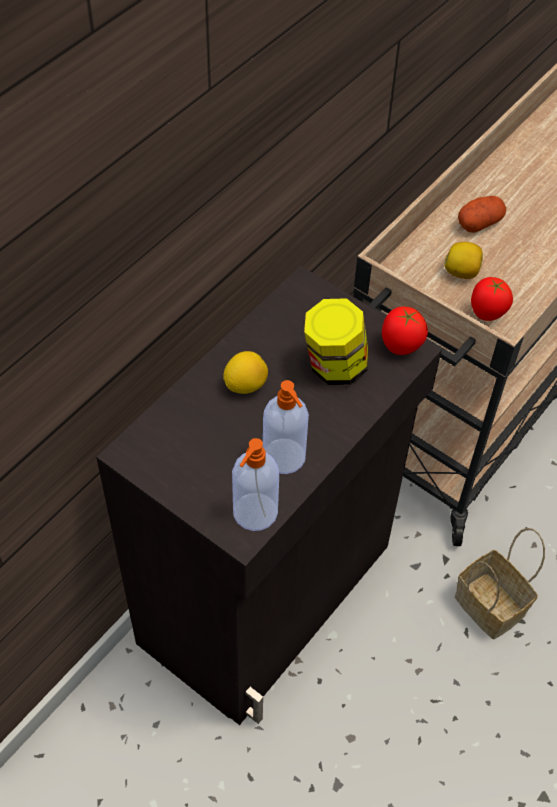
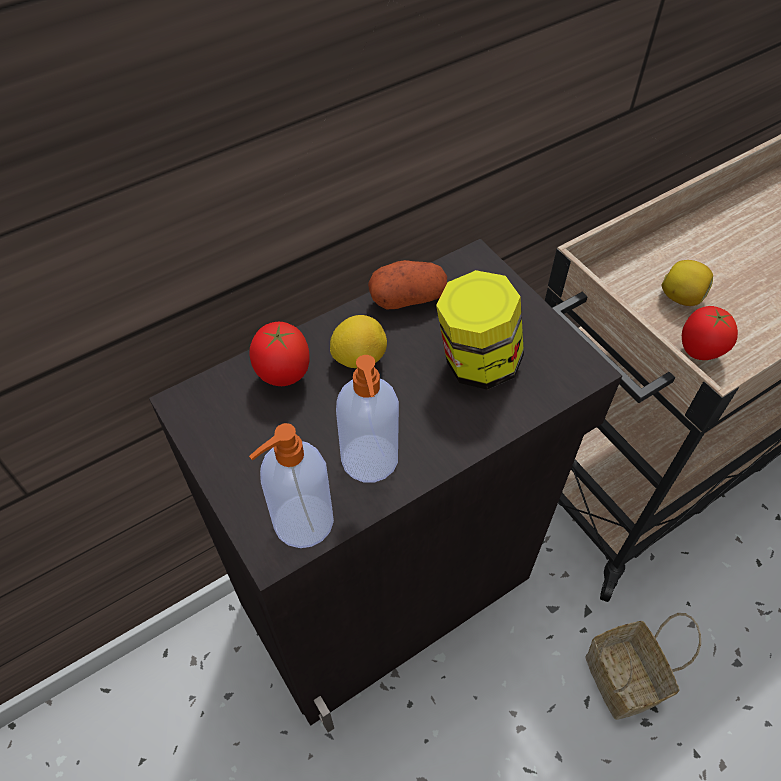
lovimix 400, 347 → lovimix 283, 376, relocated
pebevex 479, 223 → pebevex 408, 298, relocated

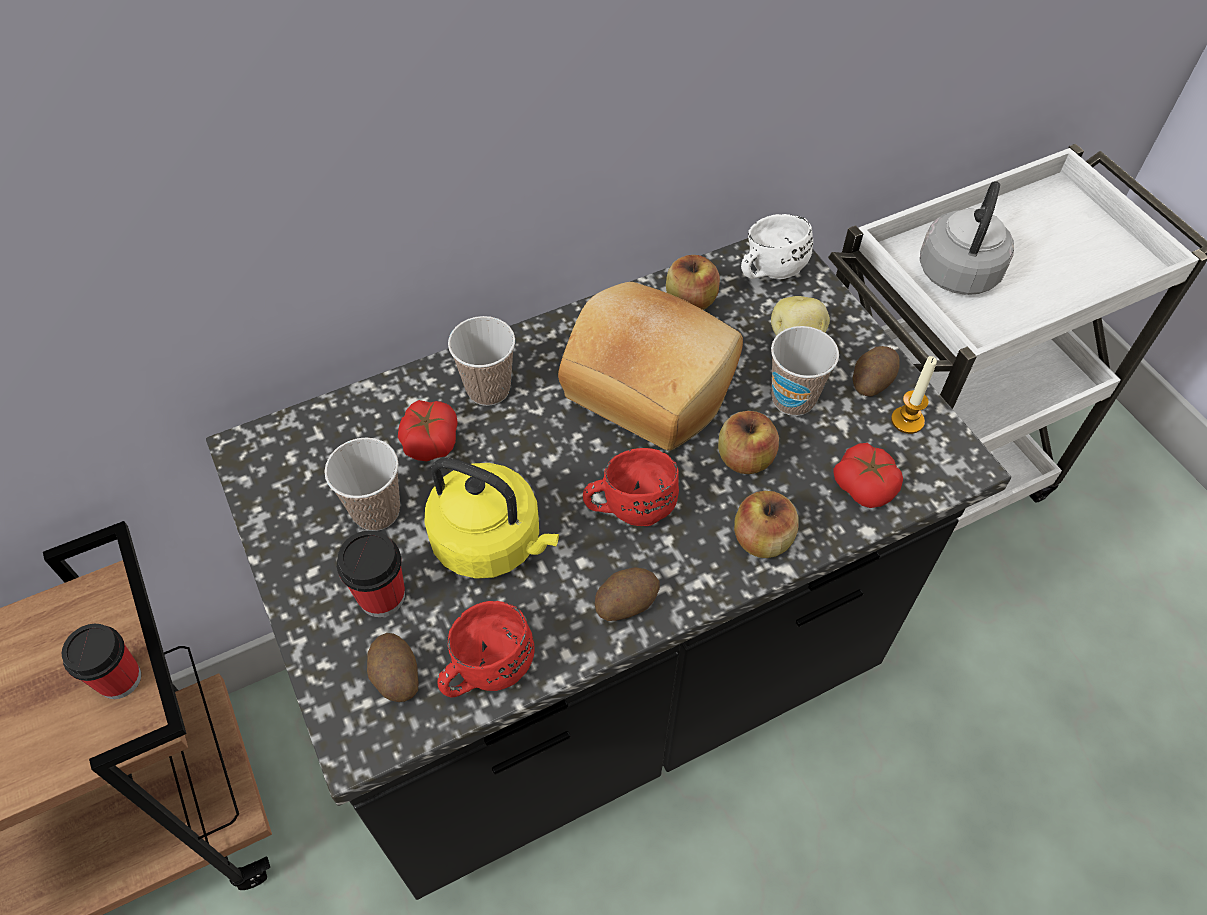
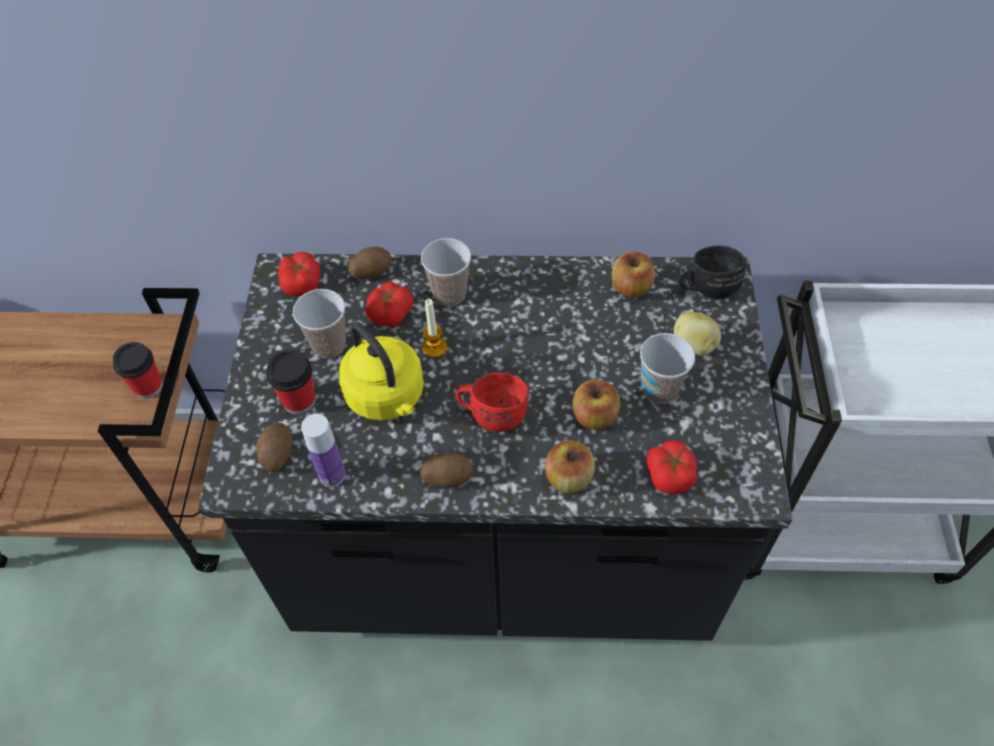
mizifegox 652, 382 → -
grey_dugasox 959, 269 → -
- → lovimix 302, 282
pebevex 871, 381 → pebevex 371, 271, relocated
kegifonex 907, 420 → kegifonex 434, 347, relocated
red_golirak 484, 668 → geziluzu 332, 475
white_golirak 767, 270 → black_golirak 705, 287

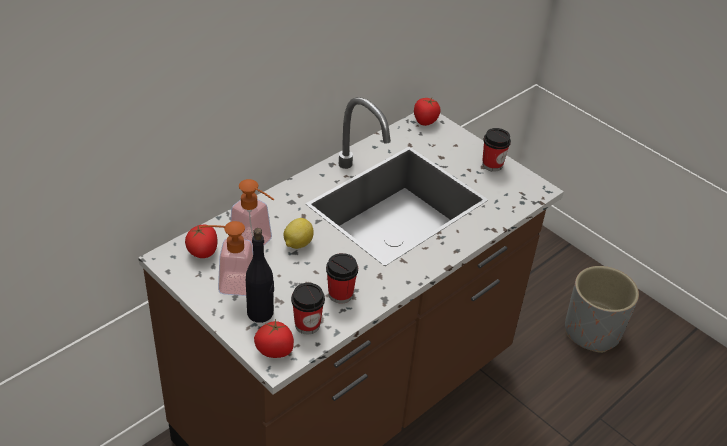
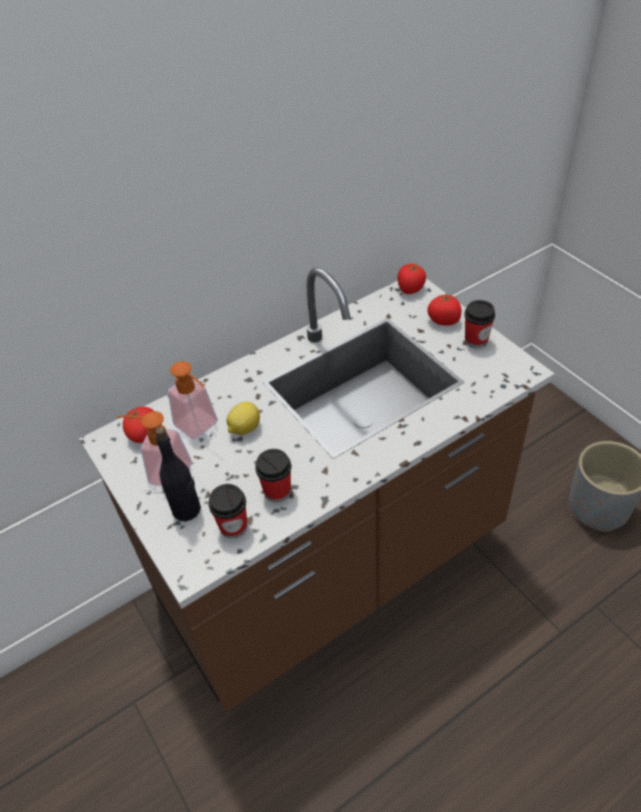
lovimix 275, 350 → lovimix 444, 320, relocated

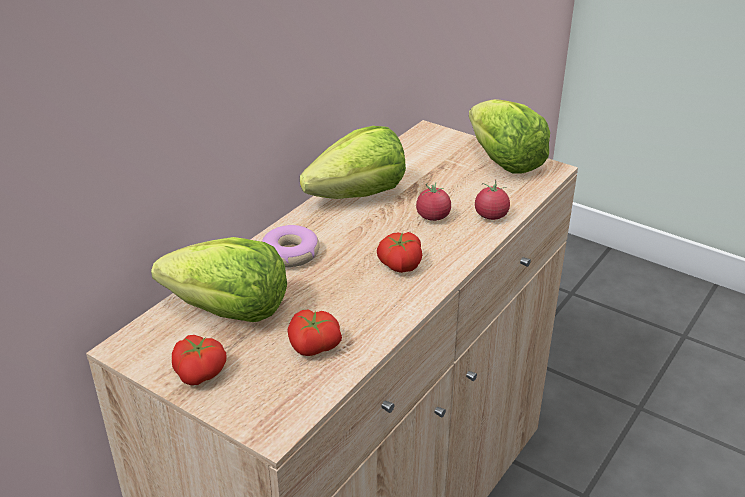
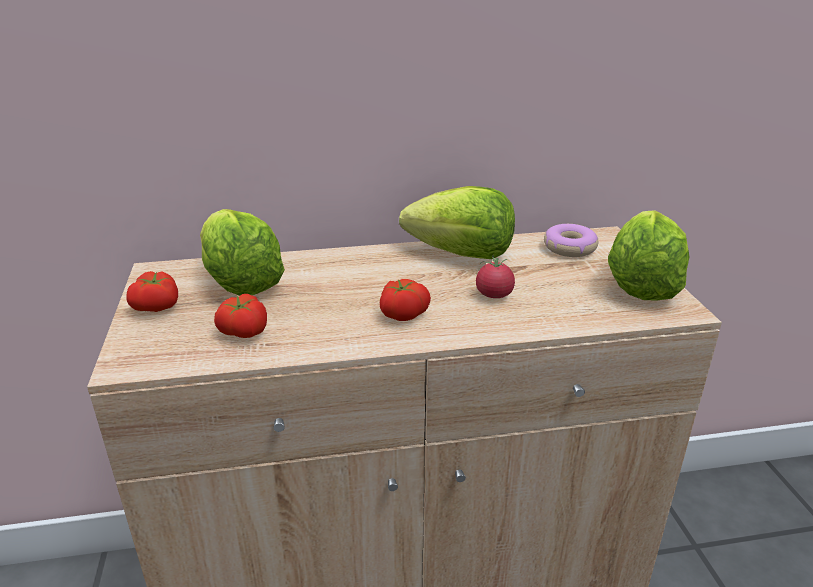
lovimix 491, 216 → -
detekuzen 290, 254 → detekuzen 569, 248, relocated

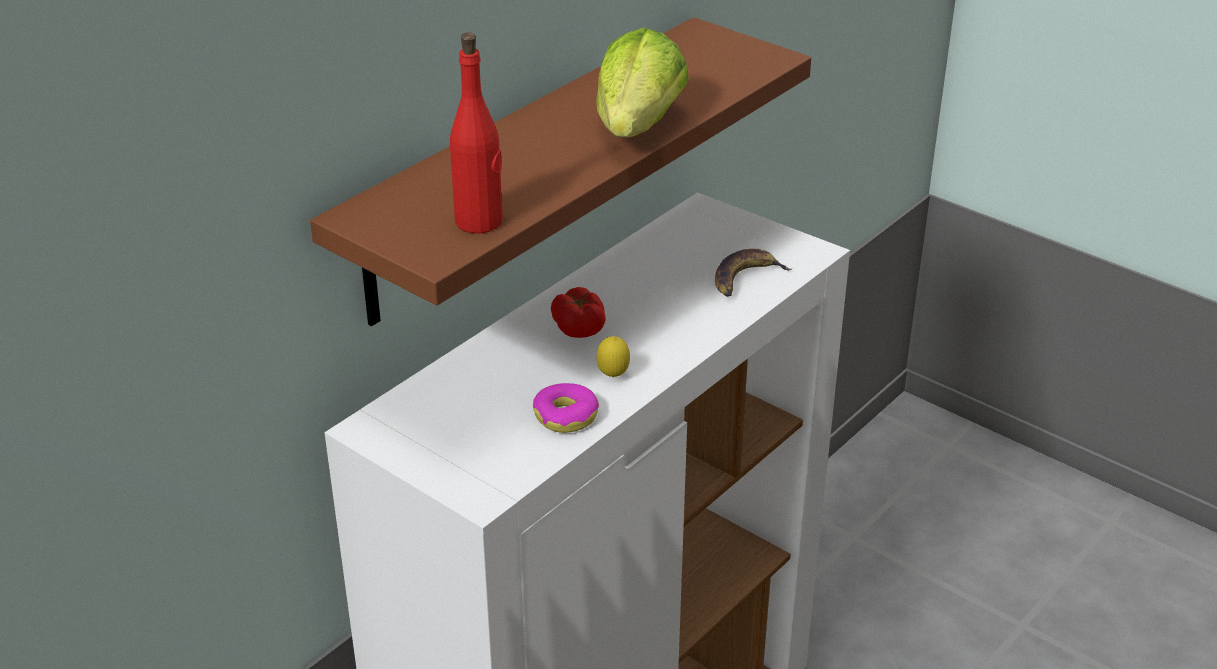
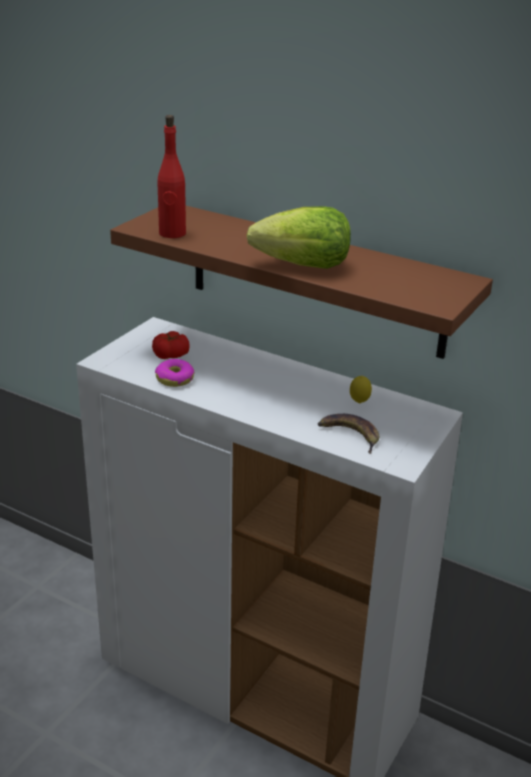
lovimix 579, 326 → lovimix 171, 355, relocated
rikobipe 613, 376 → rikobipe 359, 403, relocated

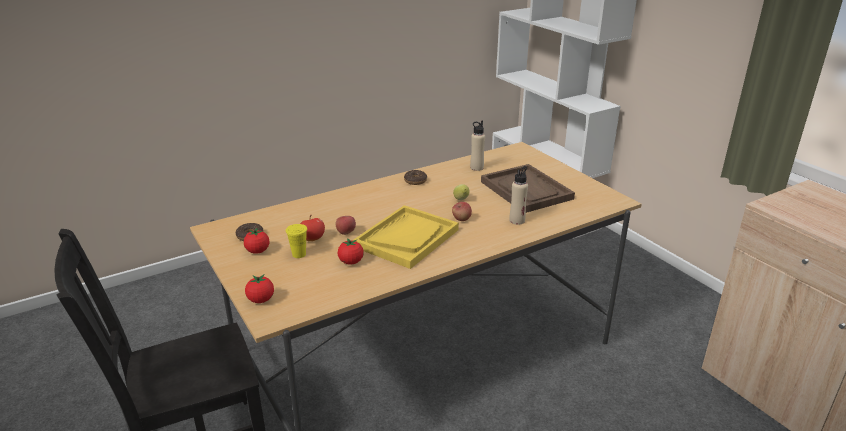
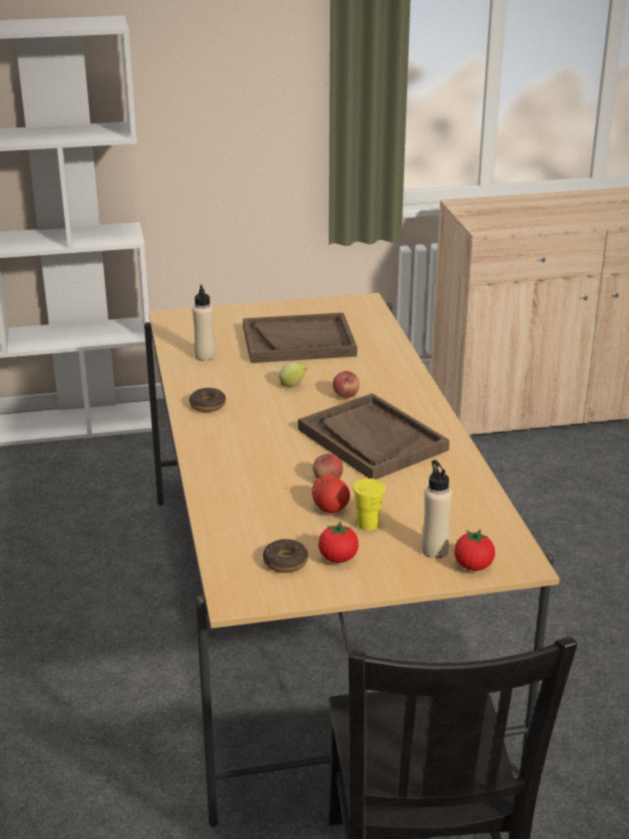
lovimix 351, 262 → -
beige_geziluzu 517, 220 → beige_geziluzu 434, 550, relocated
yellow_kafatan 407, 238 → brown_kafatan 371, 440

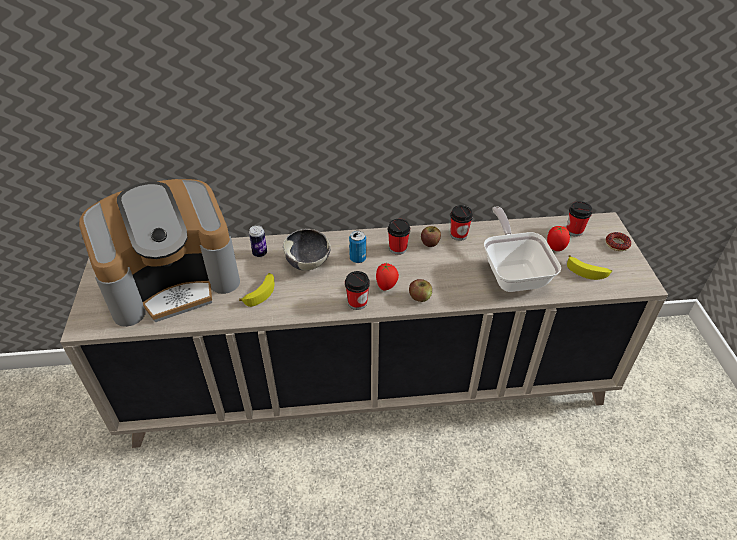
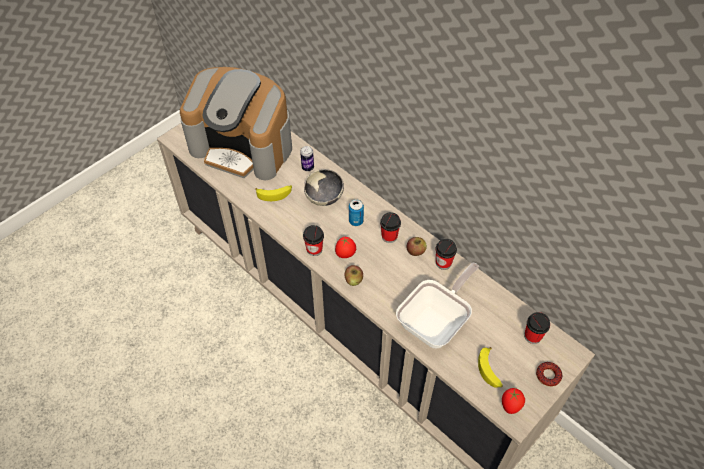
lovimix 555, 247 → lovimix 510, 406, relocated

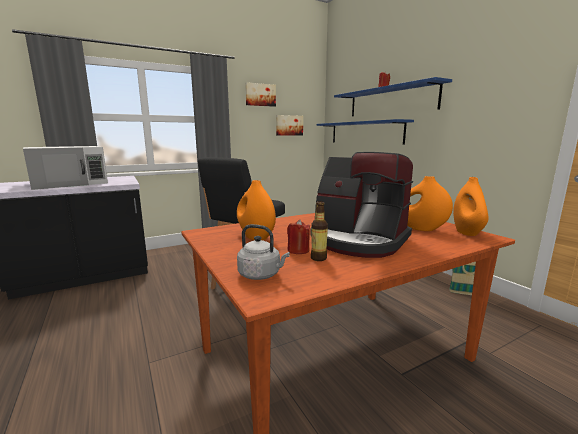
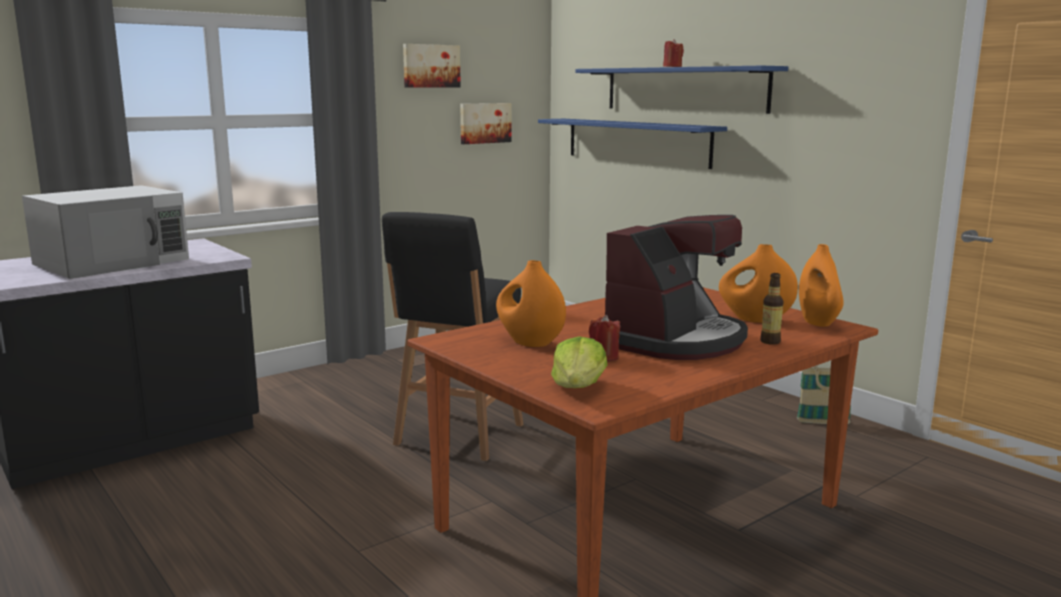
geziluzu 318, 258 → geziluzu 770, 342, relocated
grey_dugasox 261, 275 → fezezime 578, 387
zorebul 357, 241 → zorebul 675, 340, 75 degrees counterclockwise

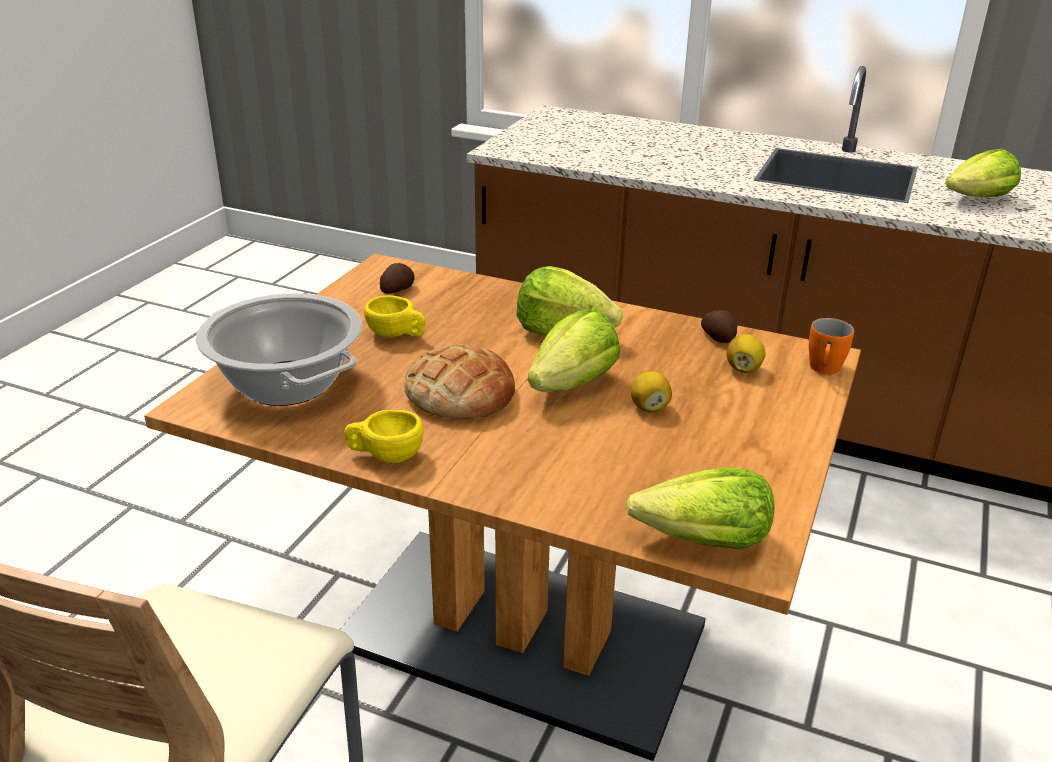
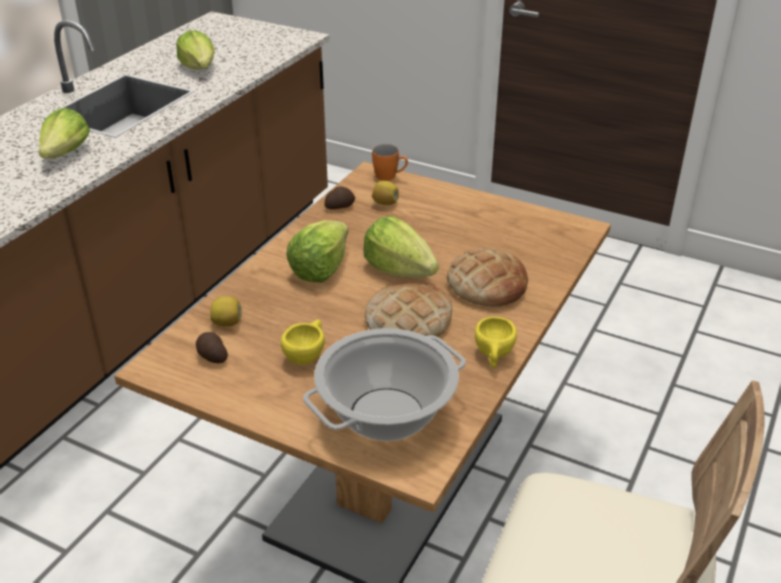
- → mizifegox 487, 285
fezezime 704, 541 → fezezime 66, 153, relocated
rikobipe 649, 407 → rikobipe 227, 323, relocated

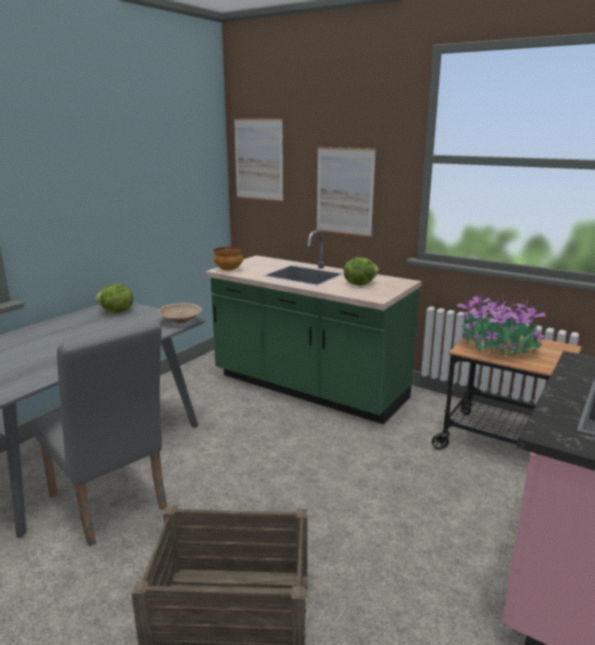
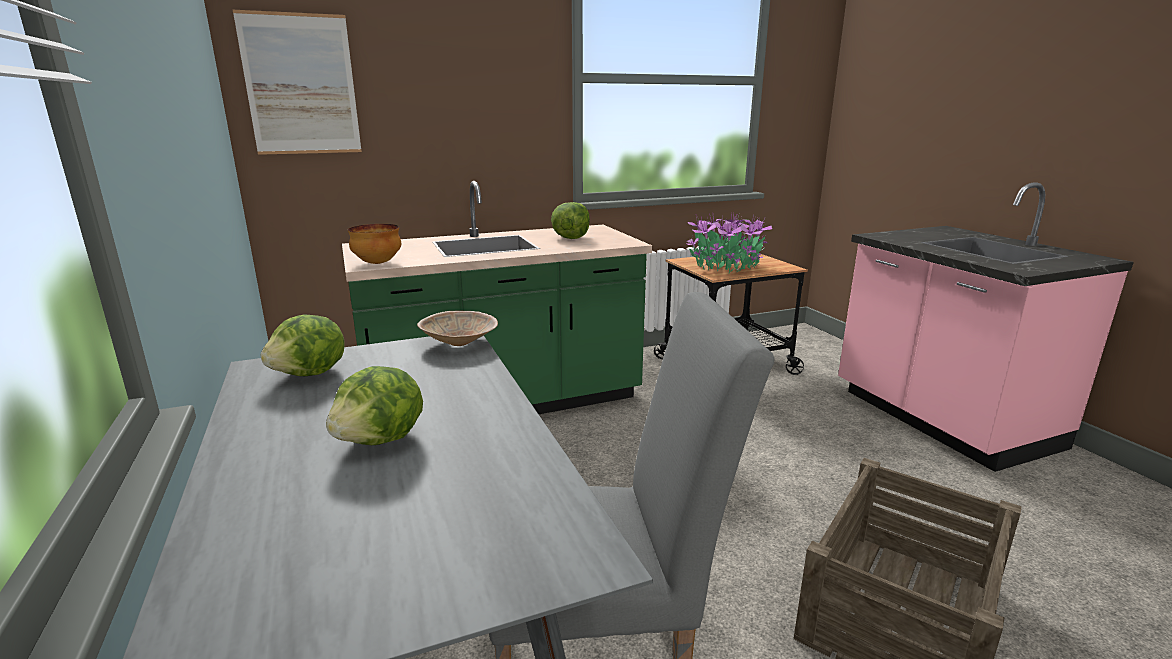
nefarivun 344, 191 → -
- → fezezime 382, 440

